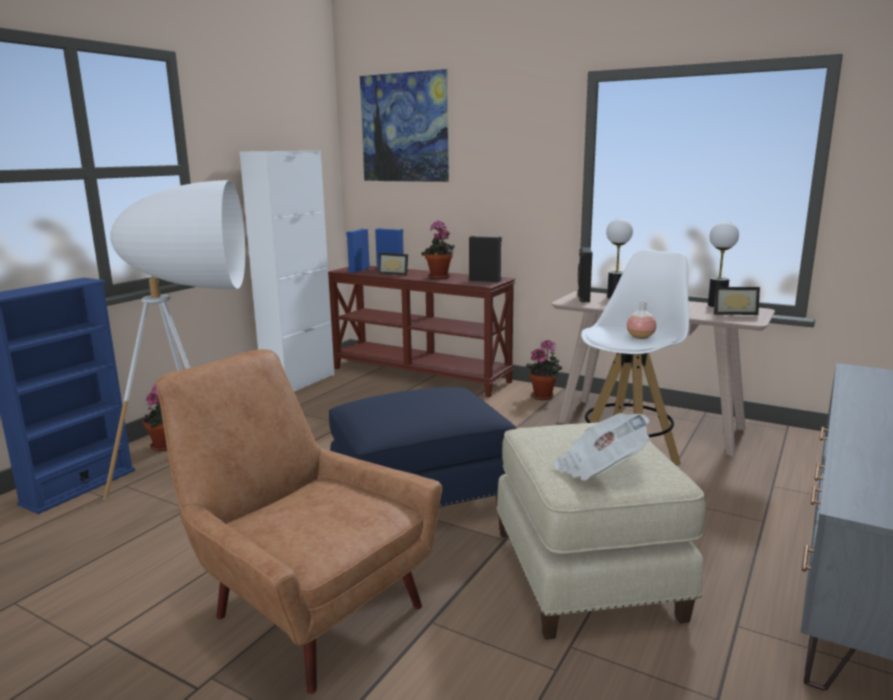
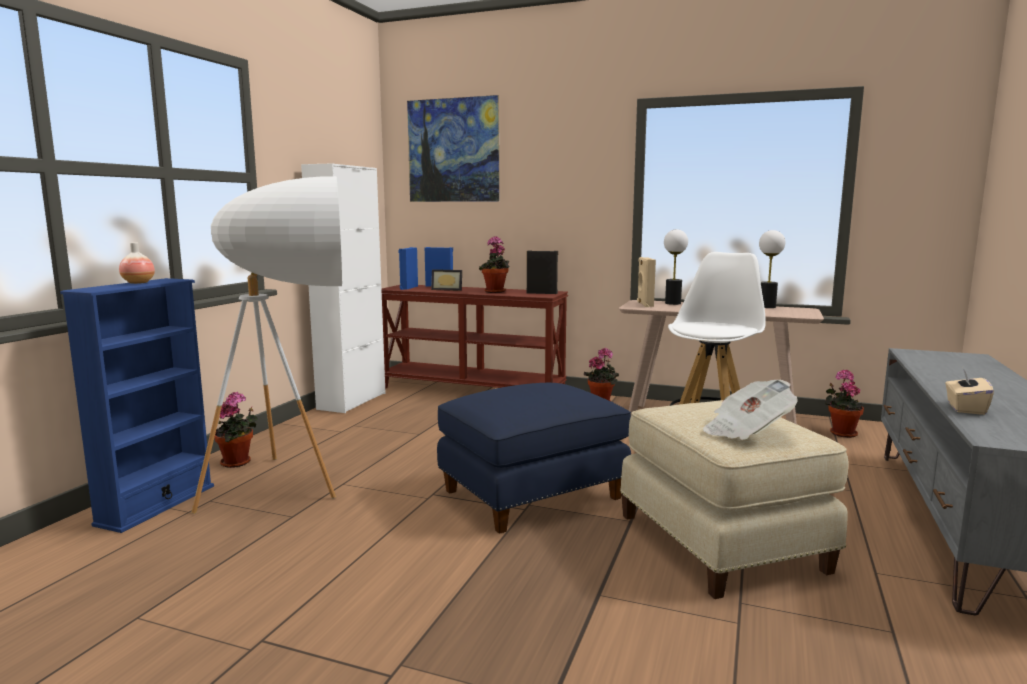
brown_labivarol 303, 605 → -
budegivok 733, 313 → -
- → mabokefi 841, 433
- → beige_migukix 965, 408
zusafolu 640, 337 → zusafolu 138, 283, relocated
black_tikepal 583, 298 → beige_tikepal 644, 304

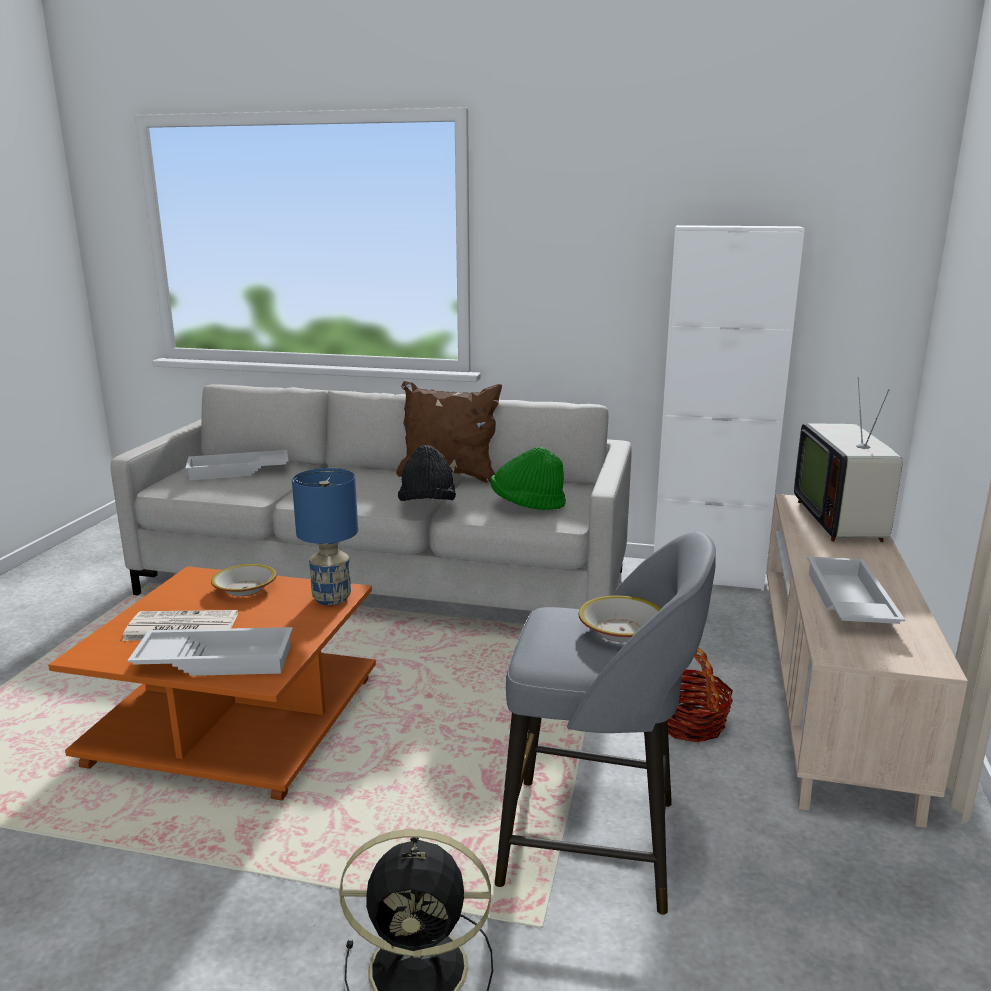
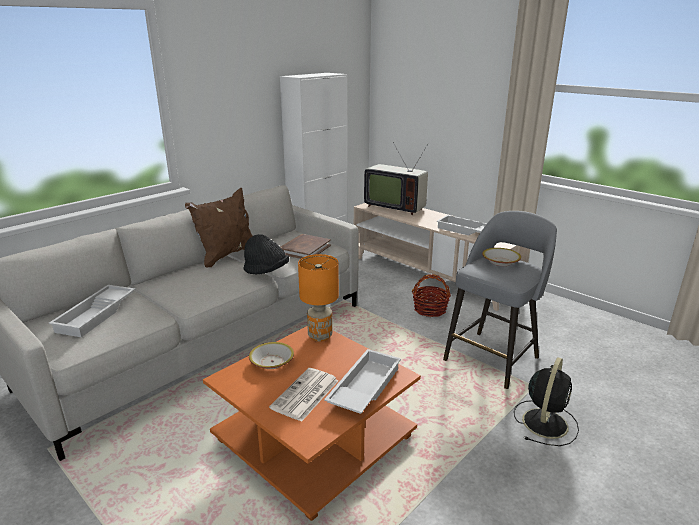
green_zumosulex 527, 505 → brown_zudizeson 304, 249
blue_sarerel 332, 599 → orange_sarerel 320, 336

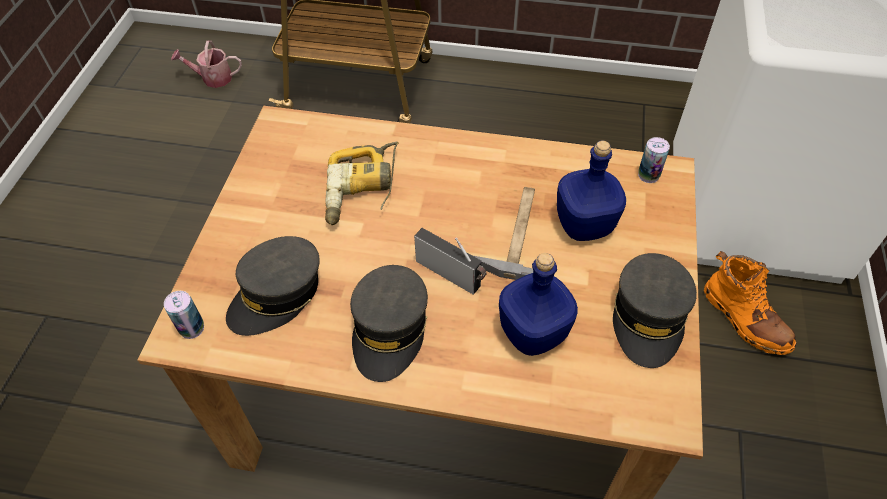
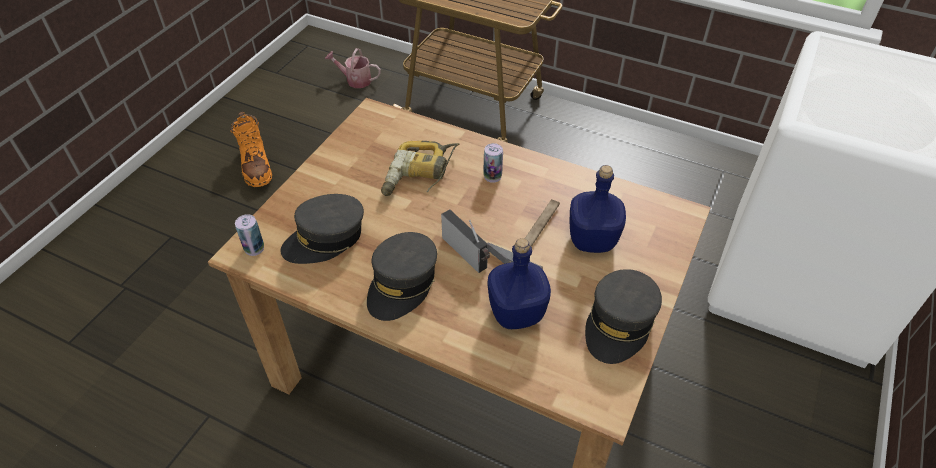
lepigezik 648, 175 → lepigezik 492, 176, relocated
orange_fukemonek 744, 319 → orange_fukemonek 256, 166, relocated

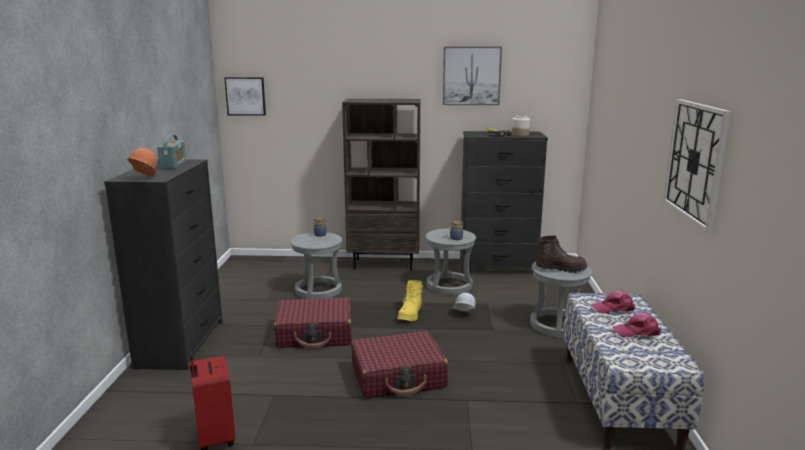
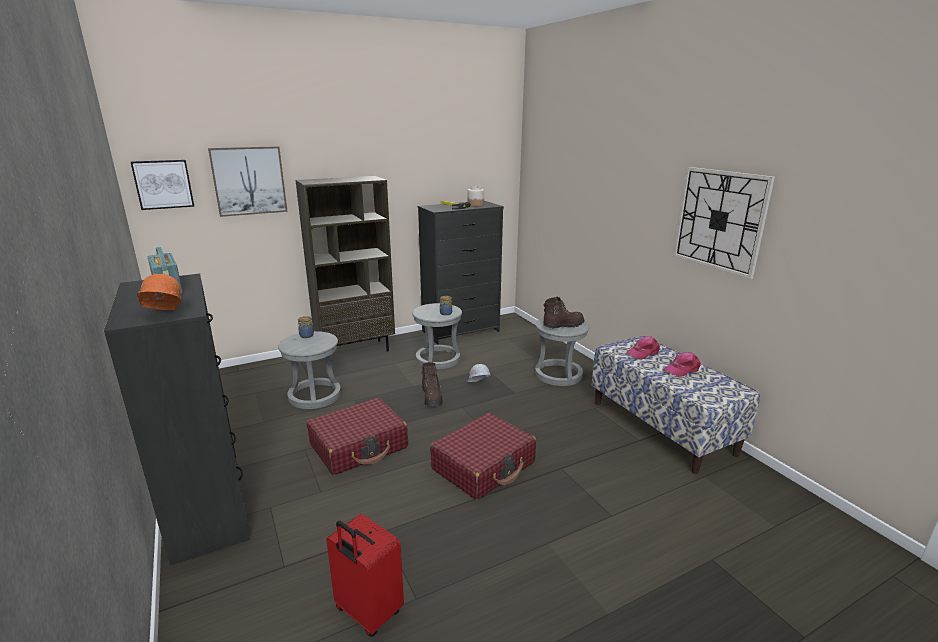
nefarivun 471, 76 → nefarivun 249, 181, relocated
yellow_fukemonek 410, 314 → brown_fukemonek 432, 397

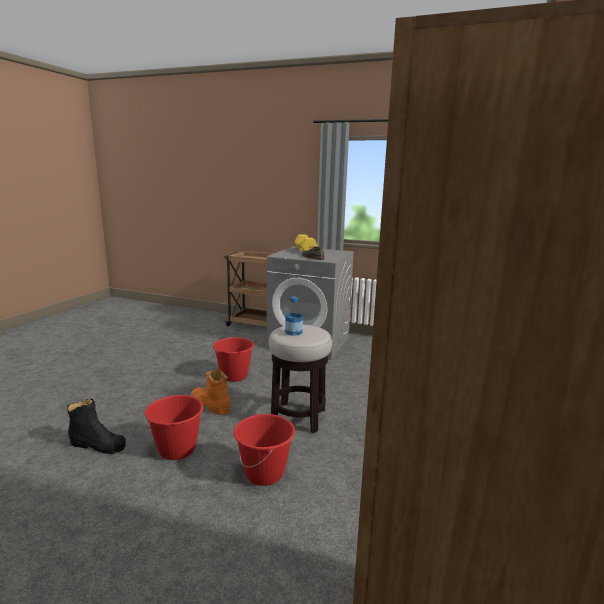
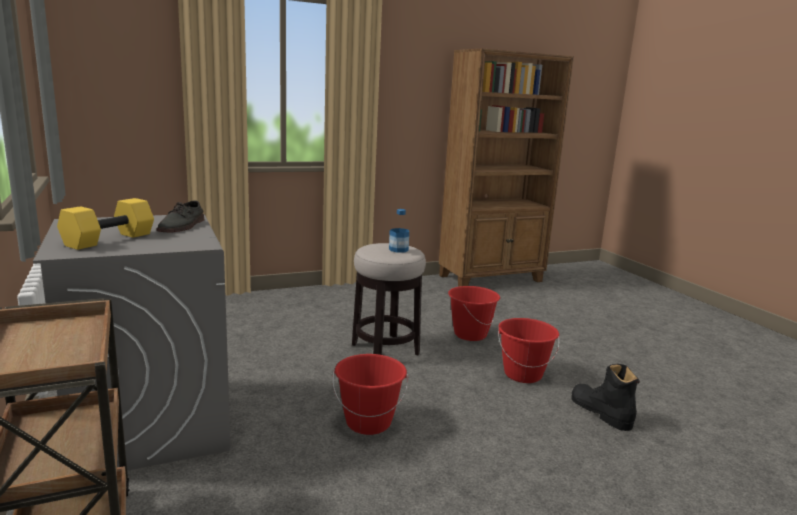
orange_fukemonek 210, 405 → -

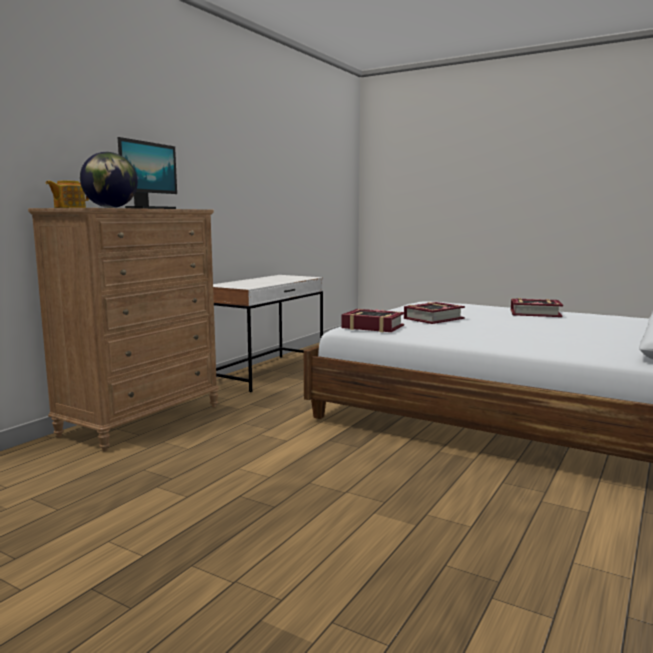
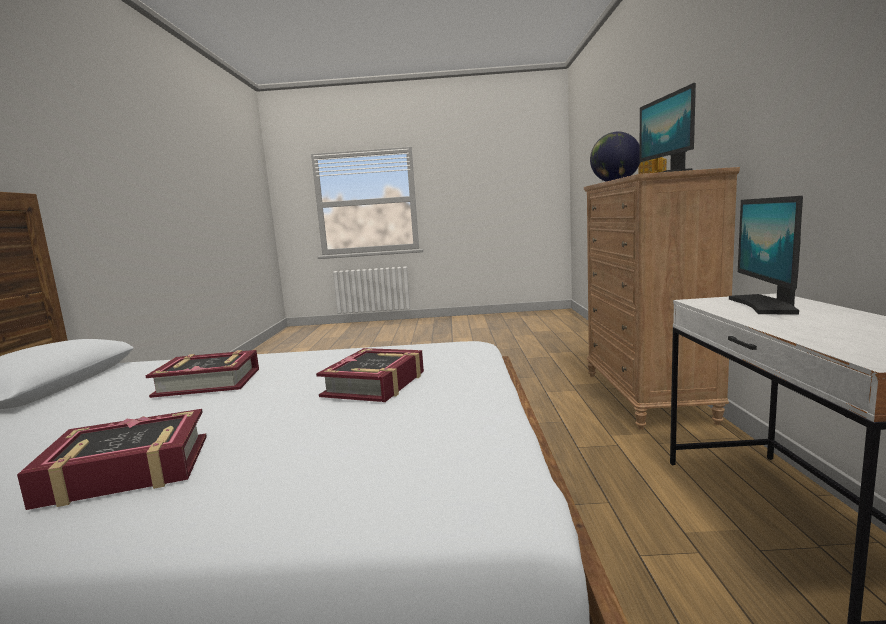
- → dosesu 765, 305
zudizeson 372, 327 → zudizeson 208, 382, relocated

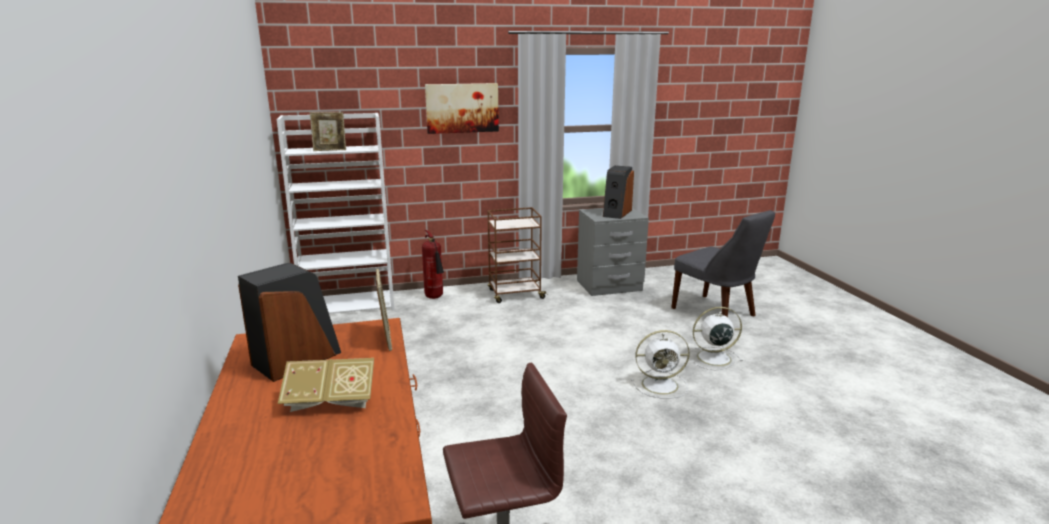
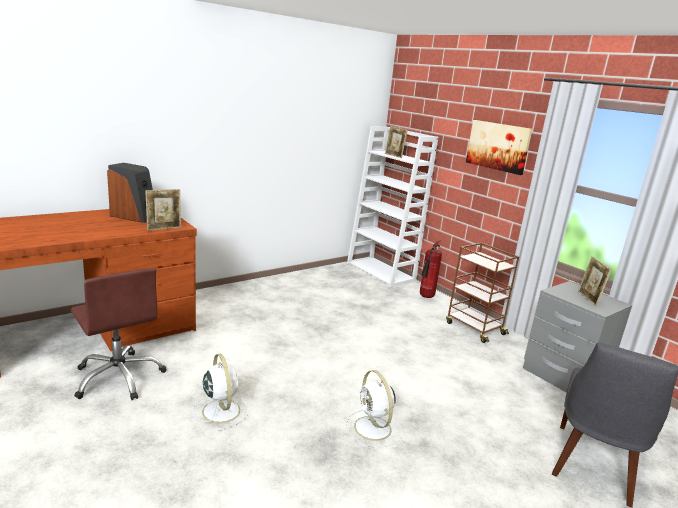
zudizeson 331, 401 → -
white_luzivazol 712, 358 → white_luzivazol 220, 410, relocated
tikepal 616, 213 → budegivok 588, 299

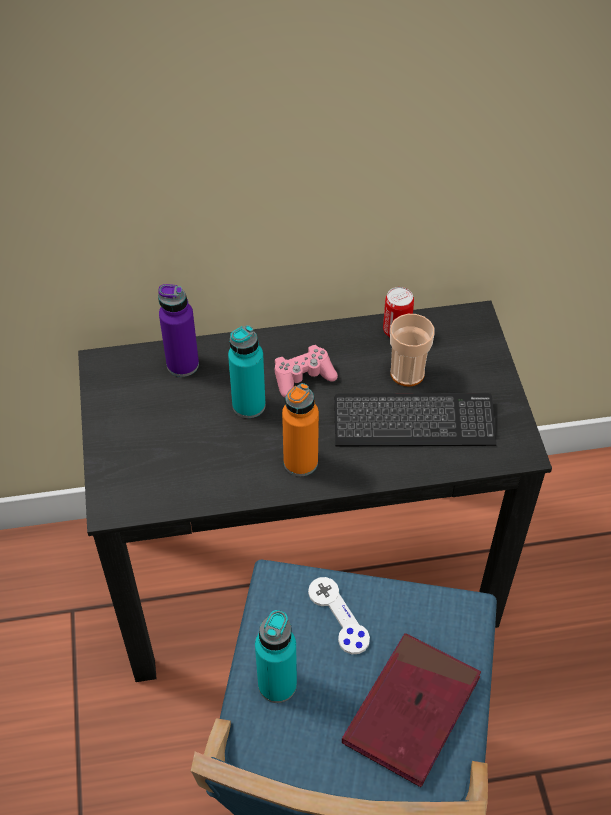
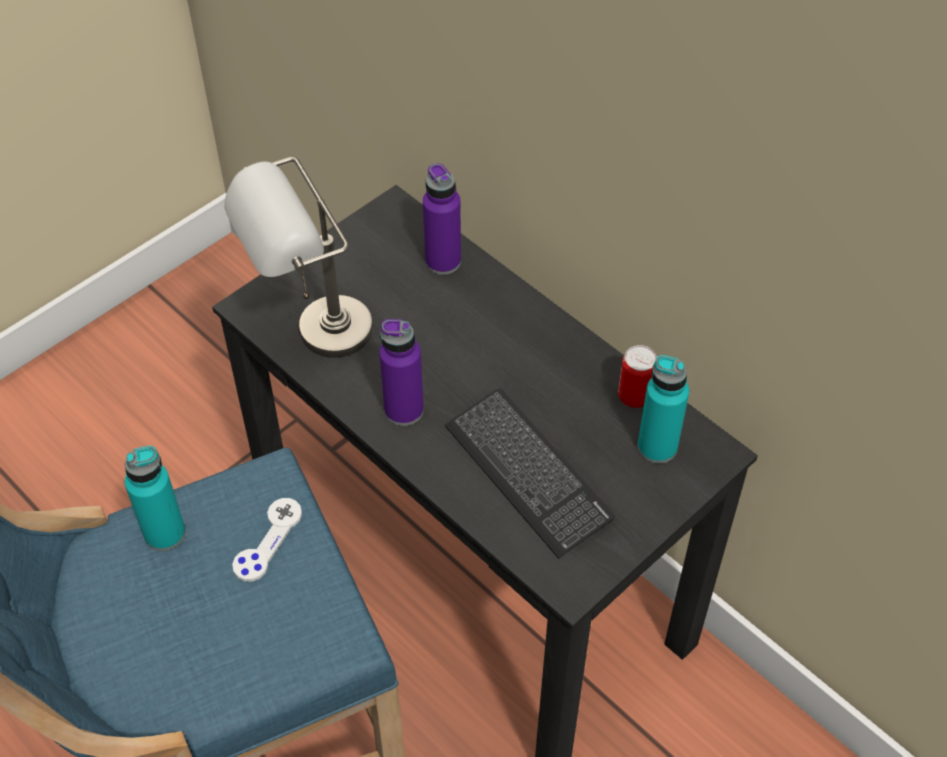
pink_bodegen 303, 377 → -
red_zudizeson 411, 710 → -
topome 407, 373 → -
- → grey_sarerel 313, 340
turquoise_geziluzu 249, 405 → turquoise_geziluzu 657, 447, relocated
orange_geziluzu 300, 462 → purple_geziluzu 404, 410

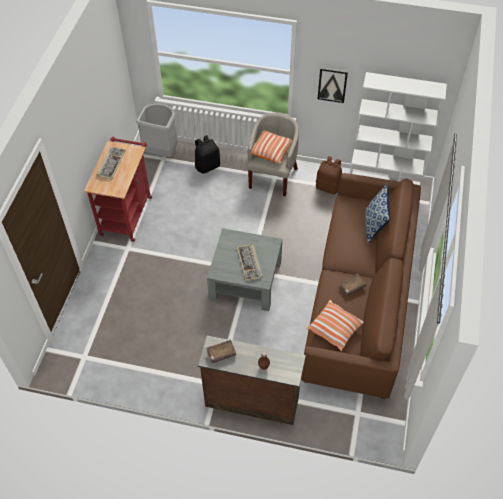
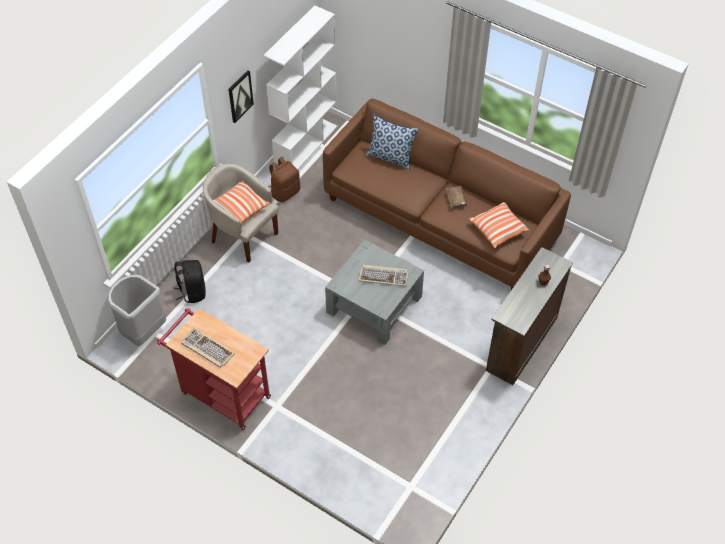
brown_zudizeson 221, 353 → -

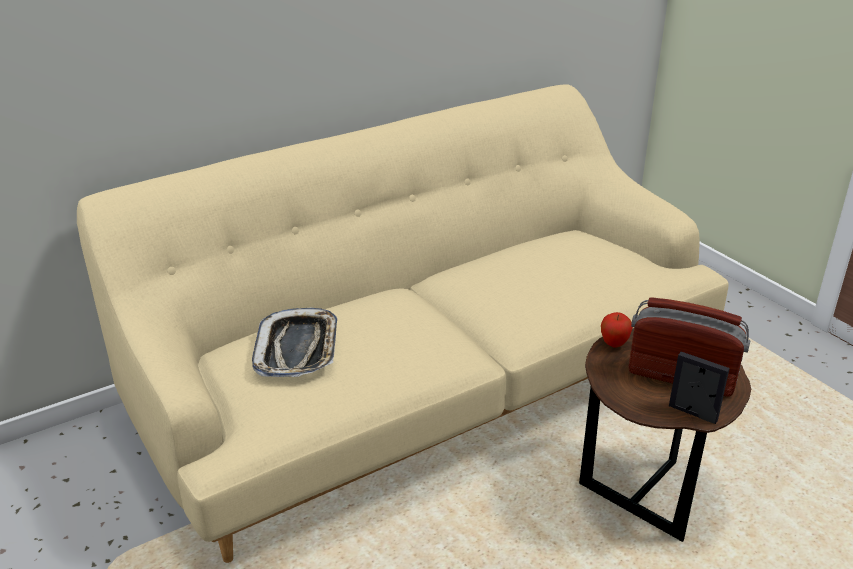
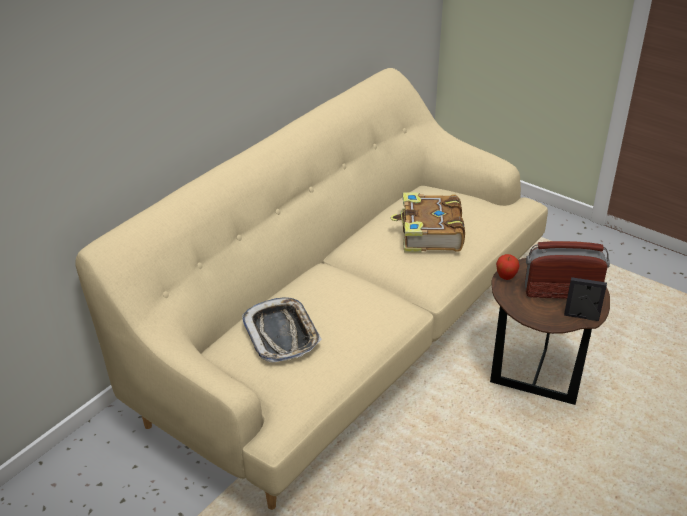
- → zudizeson 429, 233

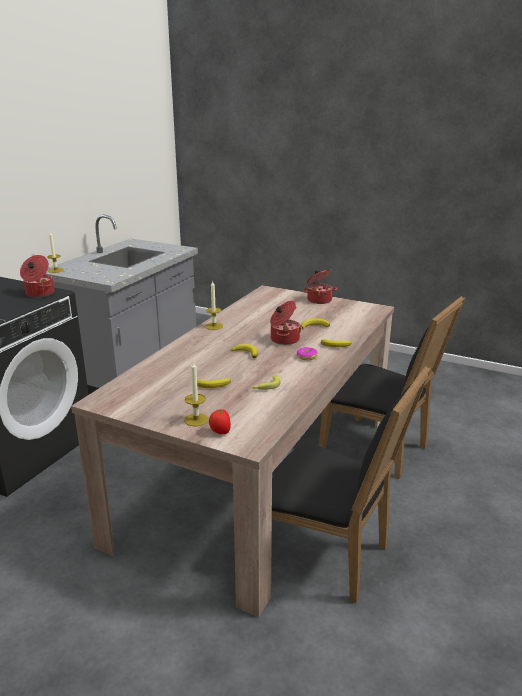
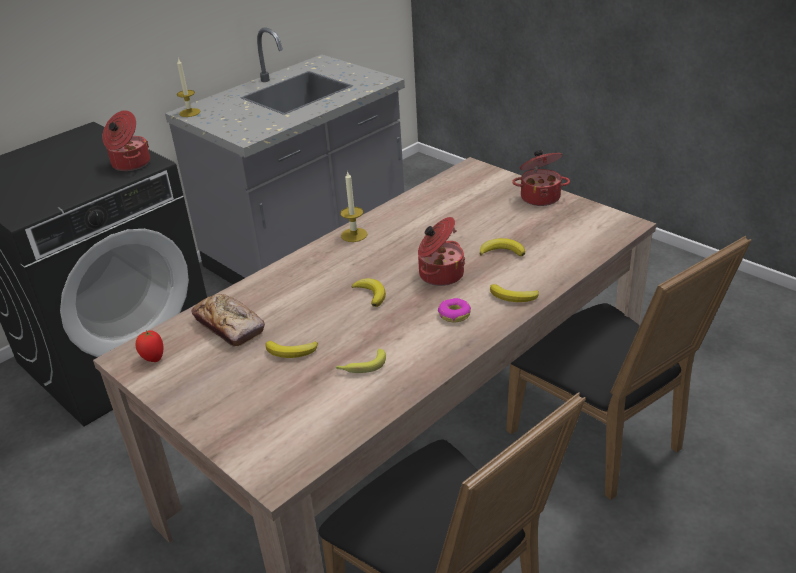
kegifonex 196, 419 → -
- → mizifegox 229, 326
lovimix 220, 432 → lovimix 153, 358, relocated

